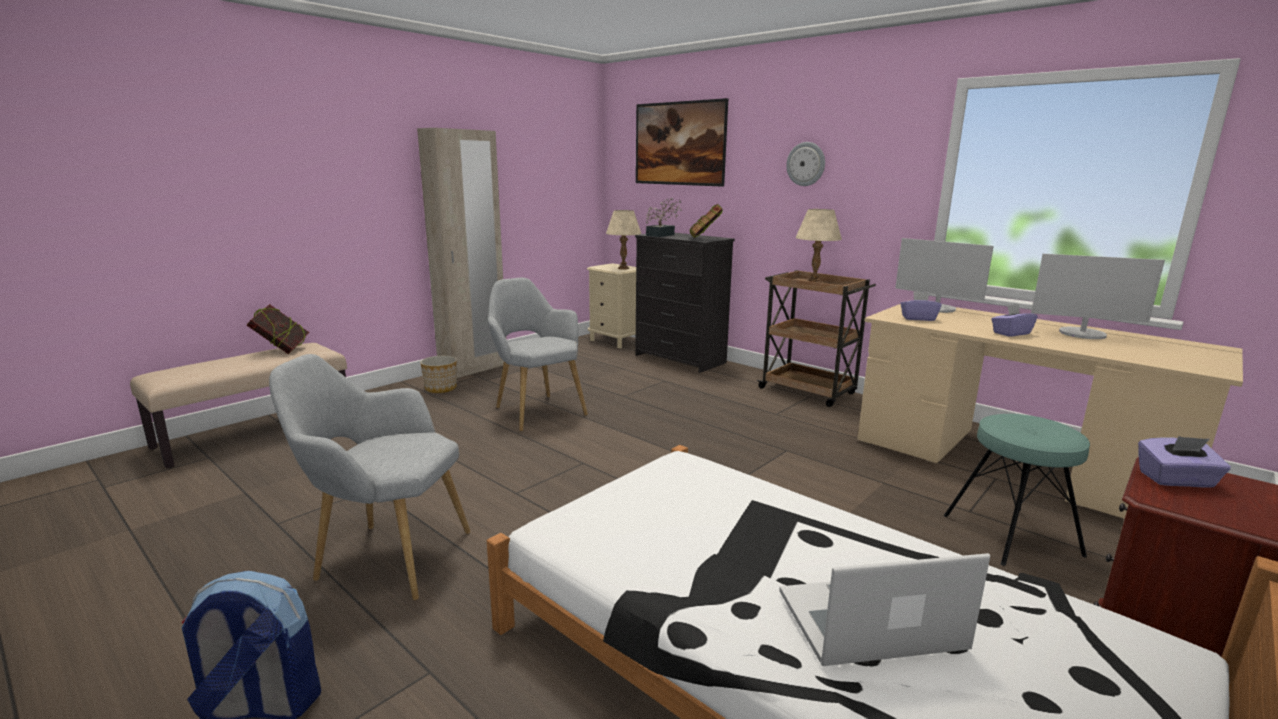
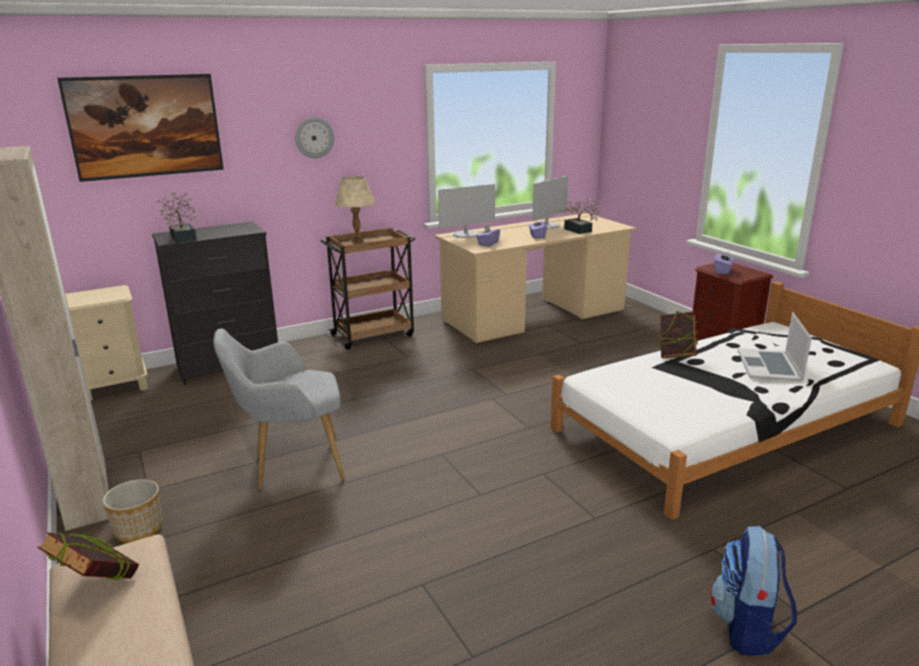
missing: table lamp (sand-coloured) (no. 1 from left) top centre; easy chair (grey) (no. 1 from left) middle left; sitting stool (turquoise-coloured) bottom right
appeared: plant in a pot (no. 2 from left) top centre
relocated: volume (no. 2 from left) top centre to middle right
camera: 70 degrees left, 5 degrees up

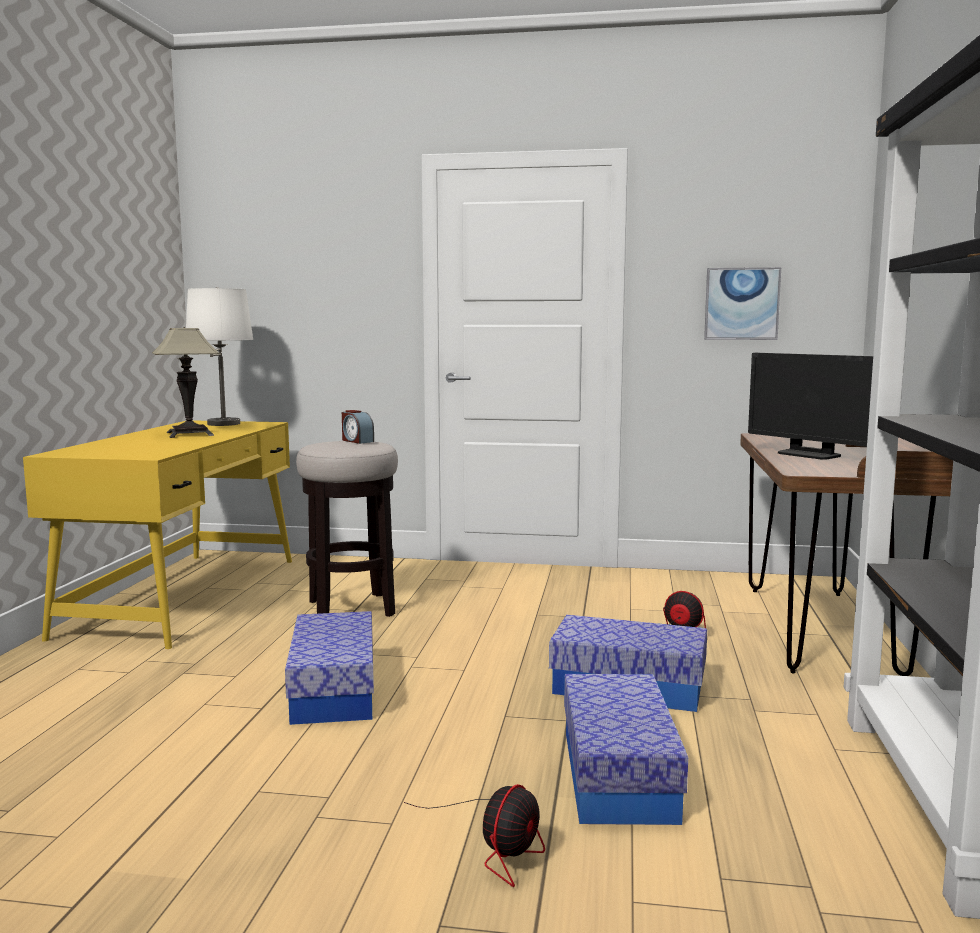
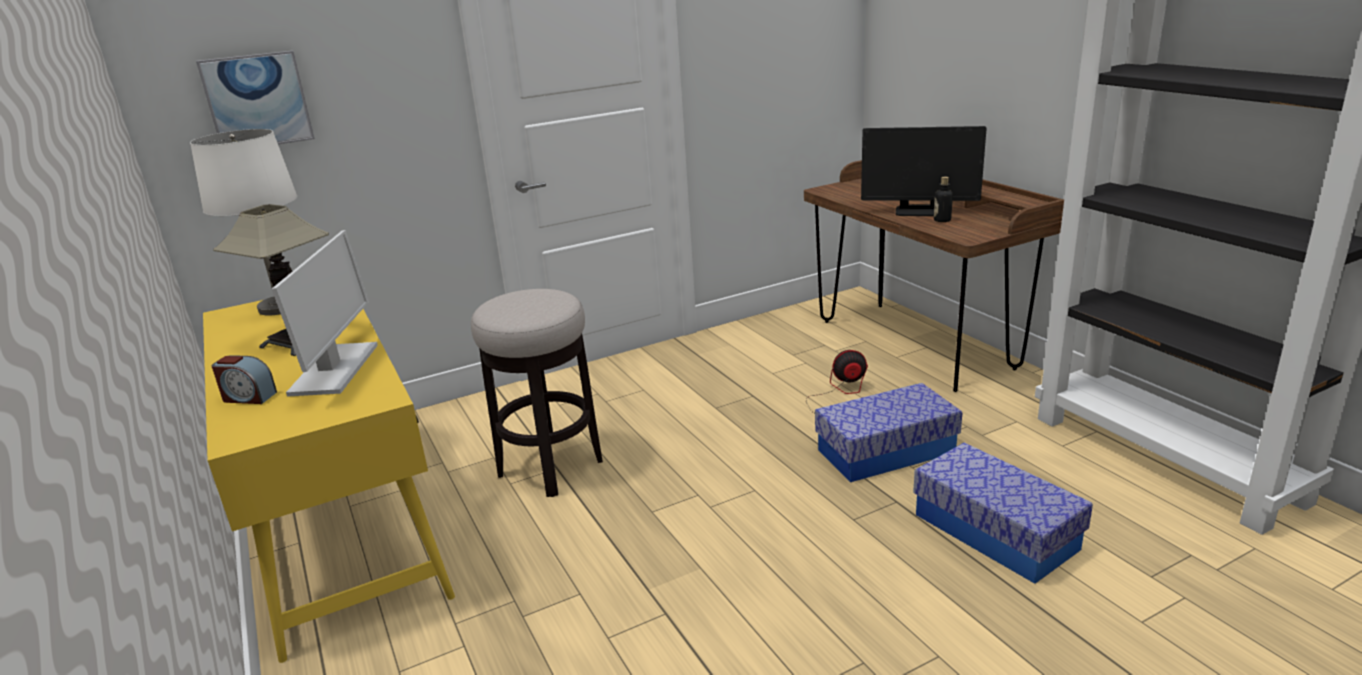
missing: storage box (no. 1 from left) bottom centre; fan (no. 1 from left) bottom centre
appeared: beverage bottle top right; computer screen (no. 1 from left) middle left
relocated: wall art top right to top left; alarm clock centre to middle left
camera: 35 degrees left, 15 degrees up

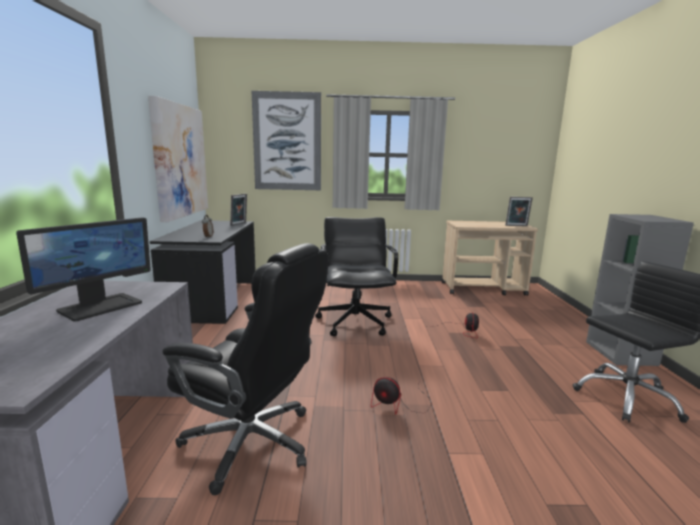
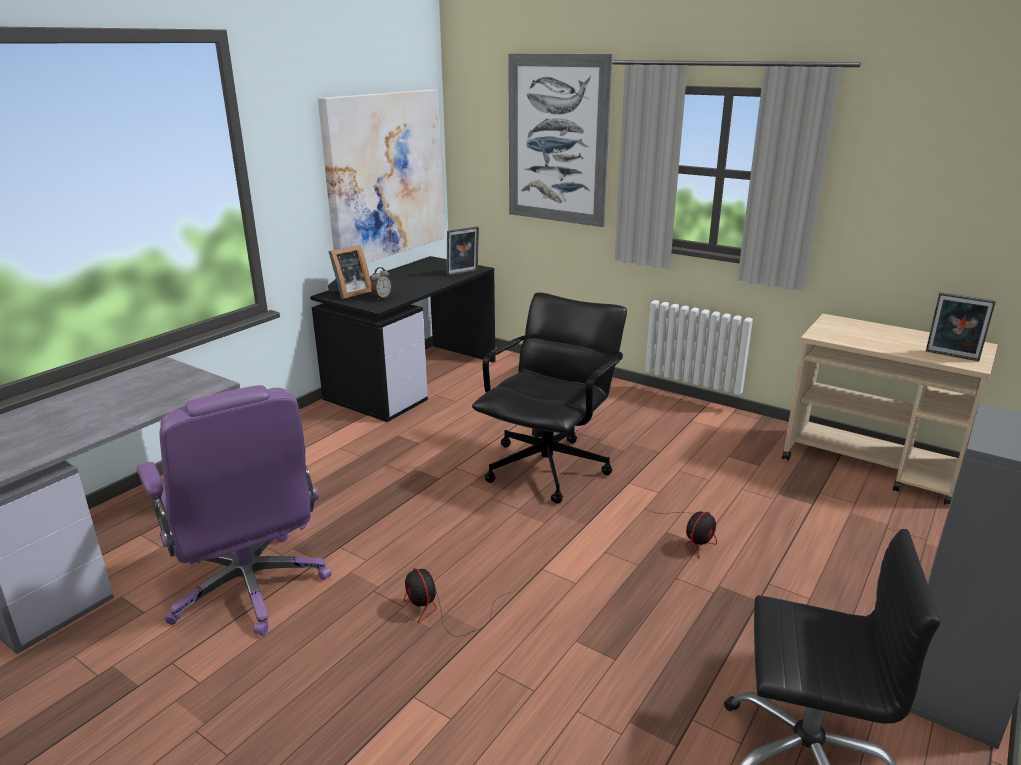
missing: computer screen middle left
appeared: photo frame (no. 1 from left) centre
colour: office chair (black-coloured) (no. 1 from left) bottom centre to office chair (purple-coloured) bottom left
camera: 35 degrees right, 10 degrees up

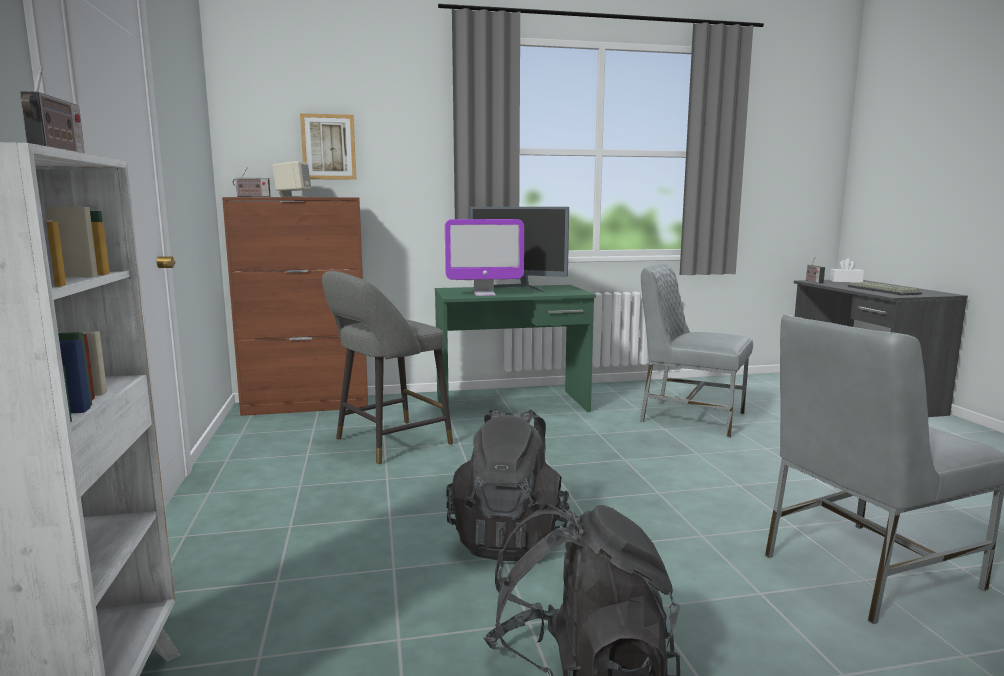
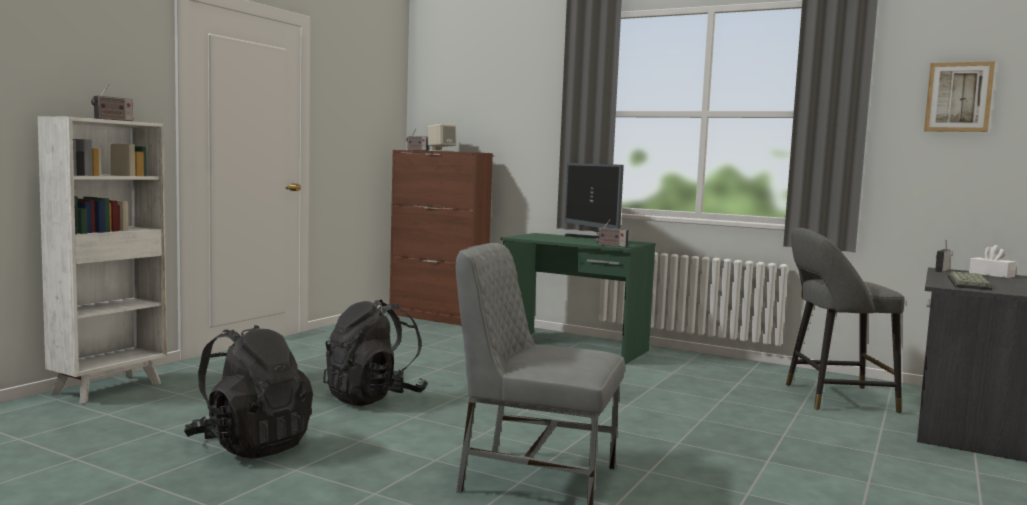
missing: computer screen (no. 1 from left) centre; upright chair (grey) (no. 1 from left) middle right
appeared: radio set (no. 3 from left) centre
relocated: wall art top left to top right; sitting stool (grey) centre to middle right
camera: 40 degrees right, 5 degrees down

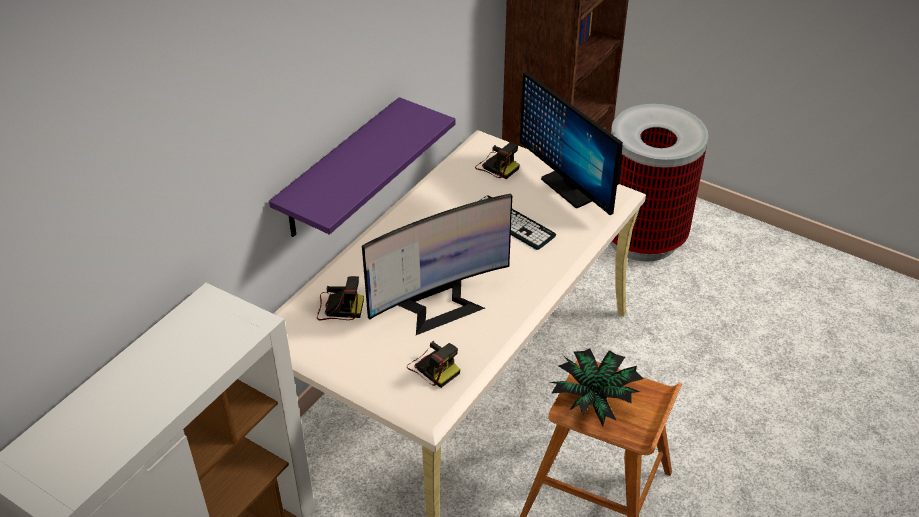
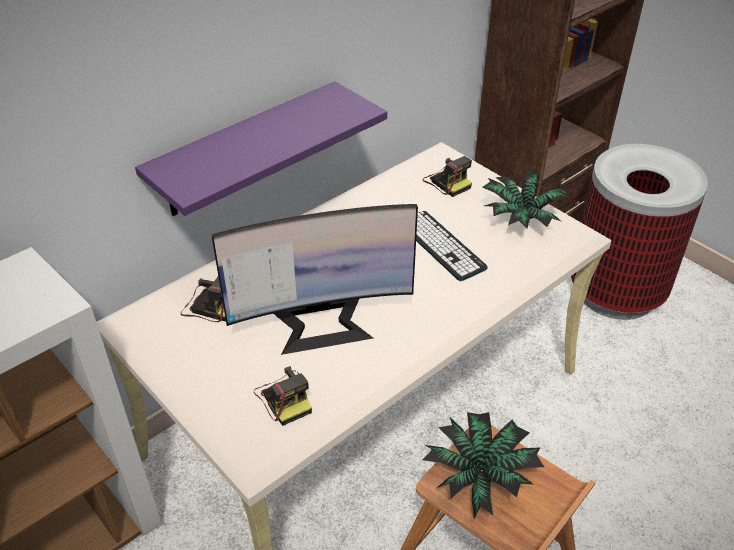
exchanged: computer screen (no. 2 from left) top centre to plant in a pot (no. 2 from left) middle right
camera: 15 degrees right, 0 degrees up

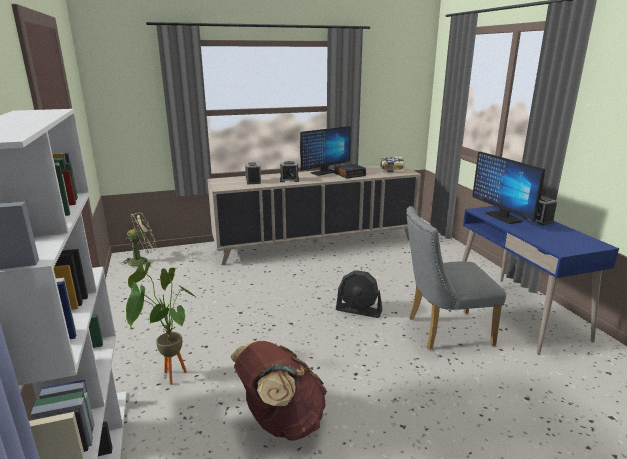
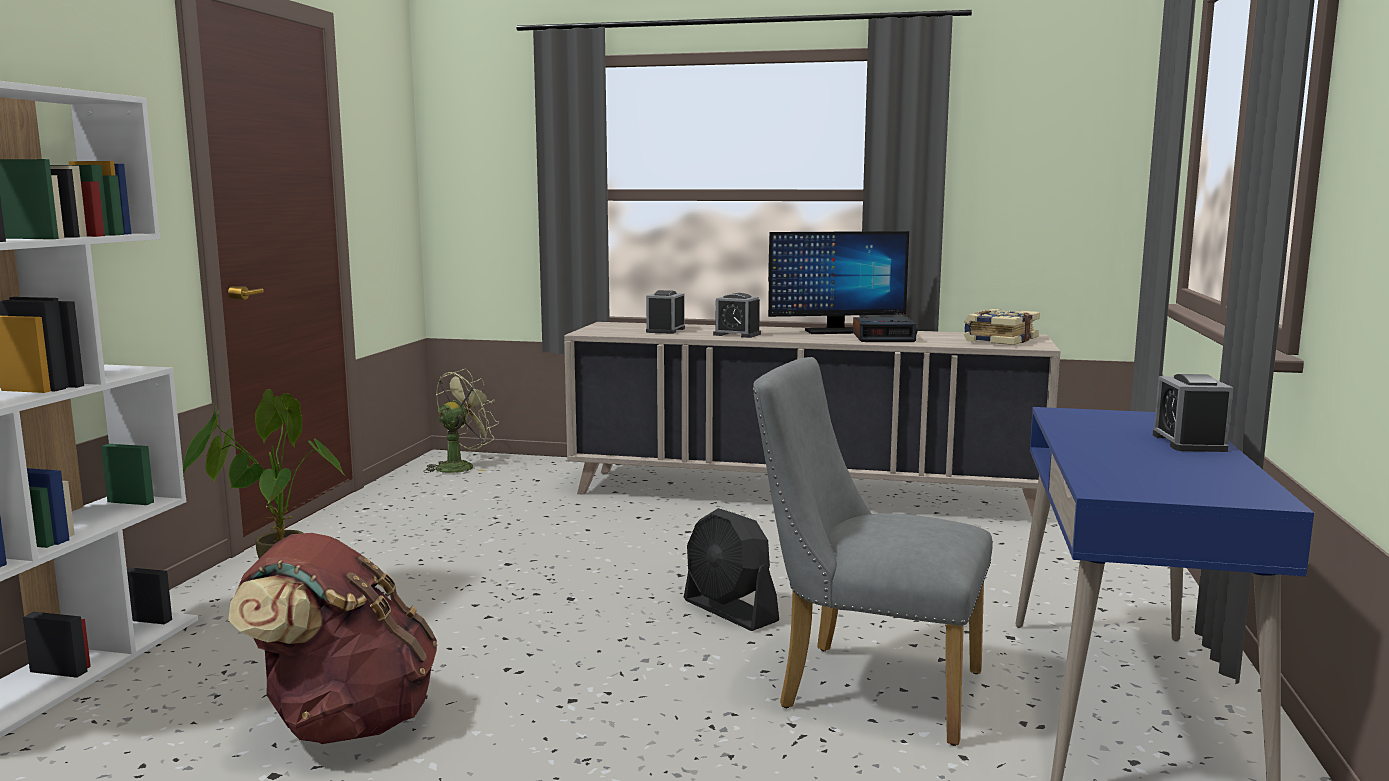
missing: computer screen (no. 2 from left) middle right
spun: fan (green) middle left = middle left 45 degrees counterclockwise
camera: 30 degrees right, 10 degrees down

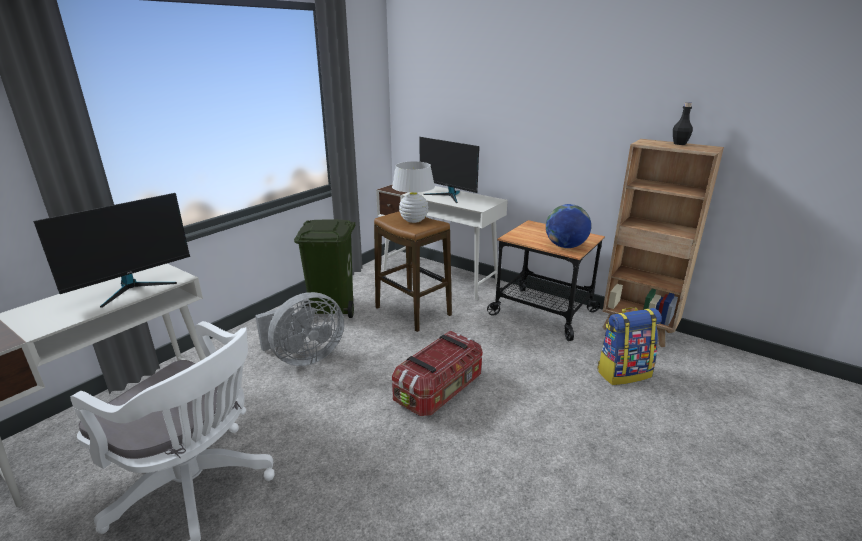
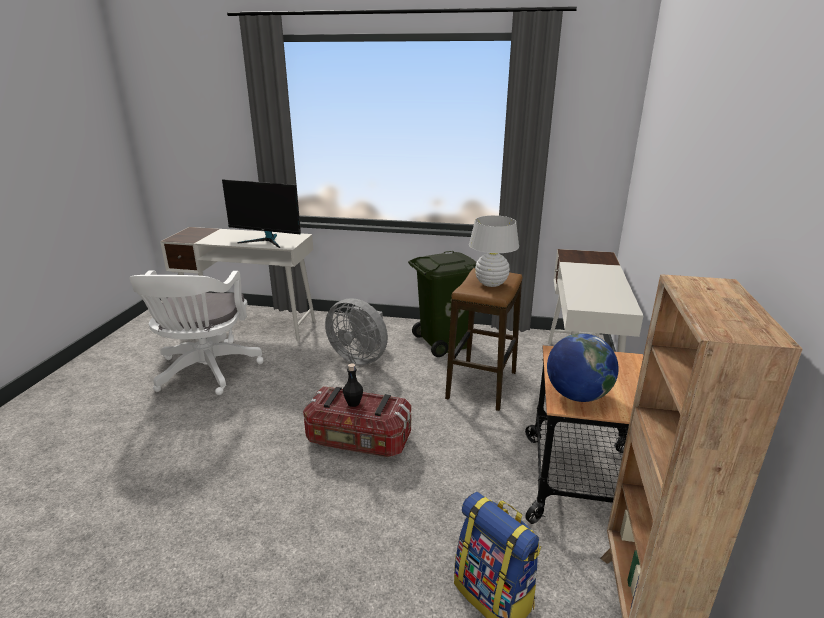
missing: computer screen (no. 2 from left) top centre
relocated: beverage bottle (black-coloured) top right to centre
camera: 65 degrees right, 0 degrees up

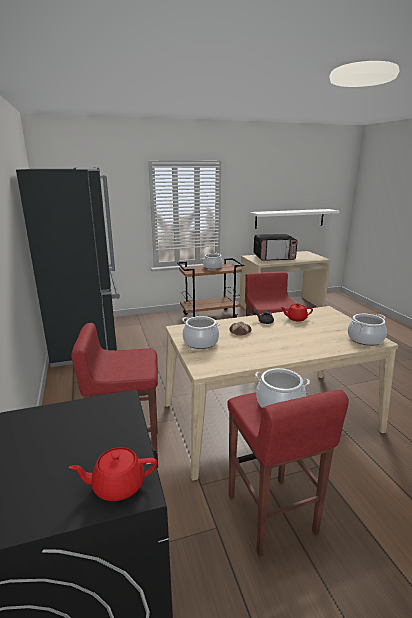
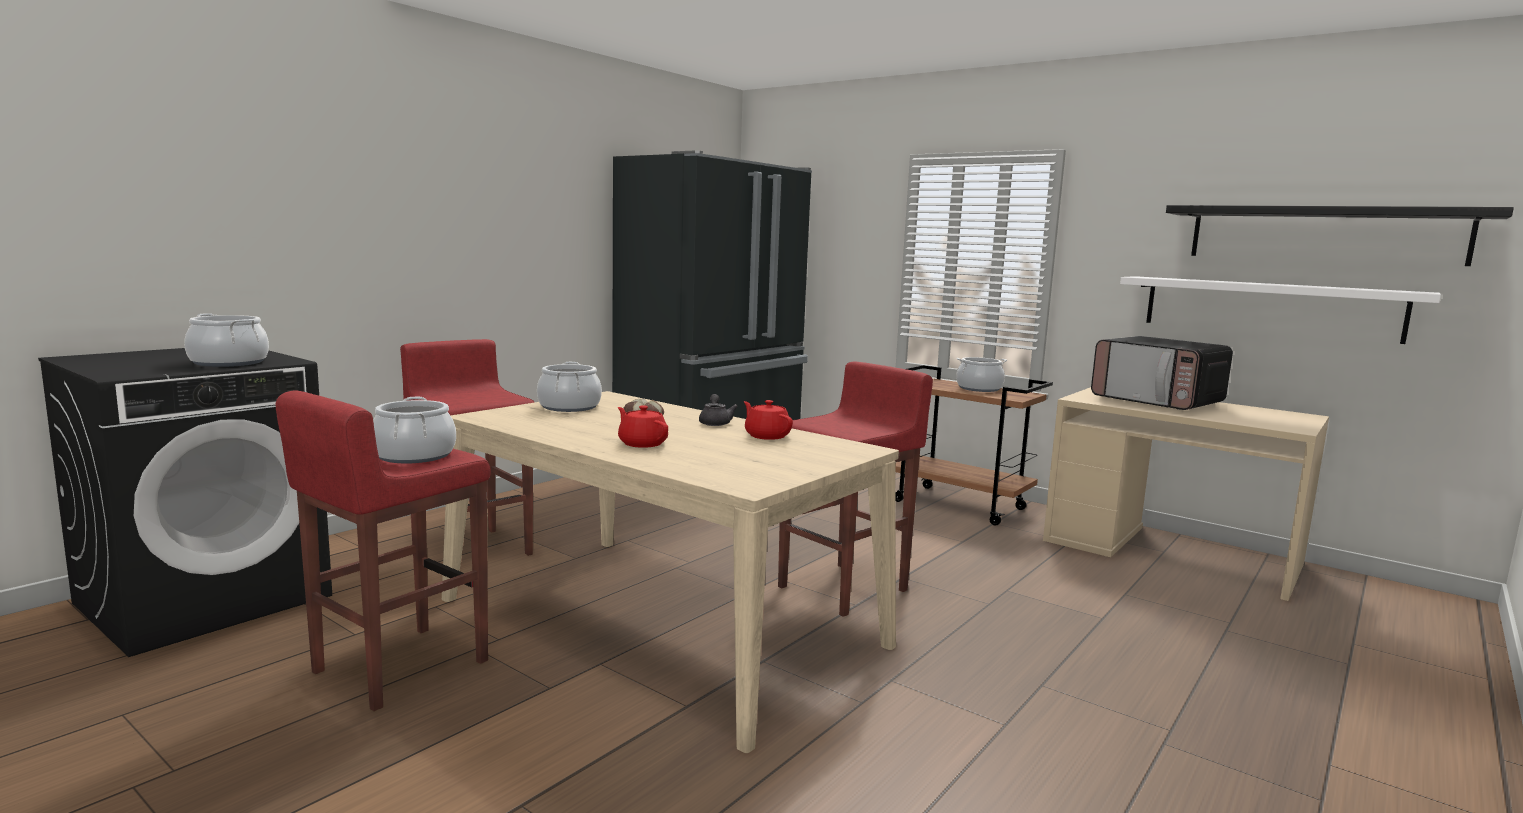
appeared: wall shelf (black-coloured) top right
relocated: cooking pot (no. 4 from left in the first image) middle right to cooking pot (no. 1 from left) middle left; tea pot (red) (no. 1 from left) bottom left to centre
camera: 55 degrees right, 10 degrees down

